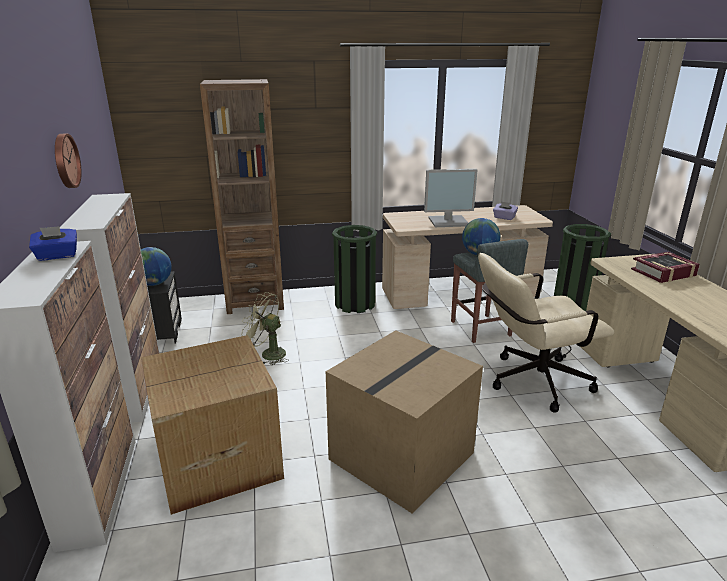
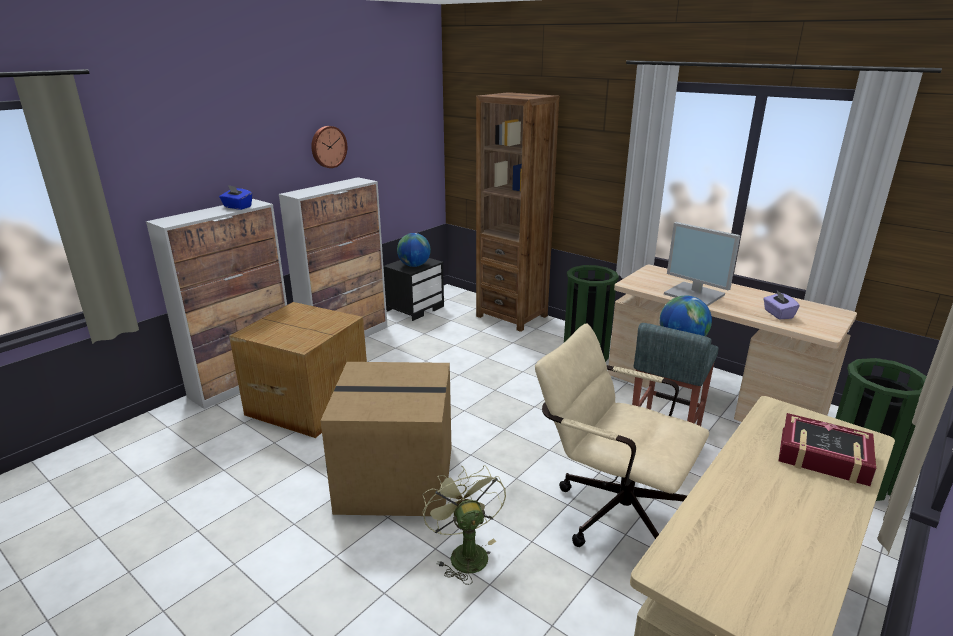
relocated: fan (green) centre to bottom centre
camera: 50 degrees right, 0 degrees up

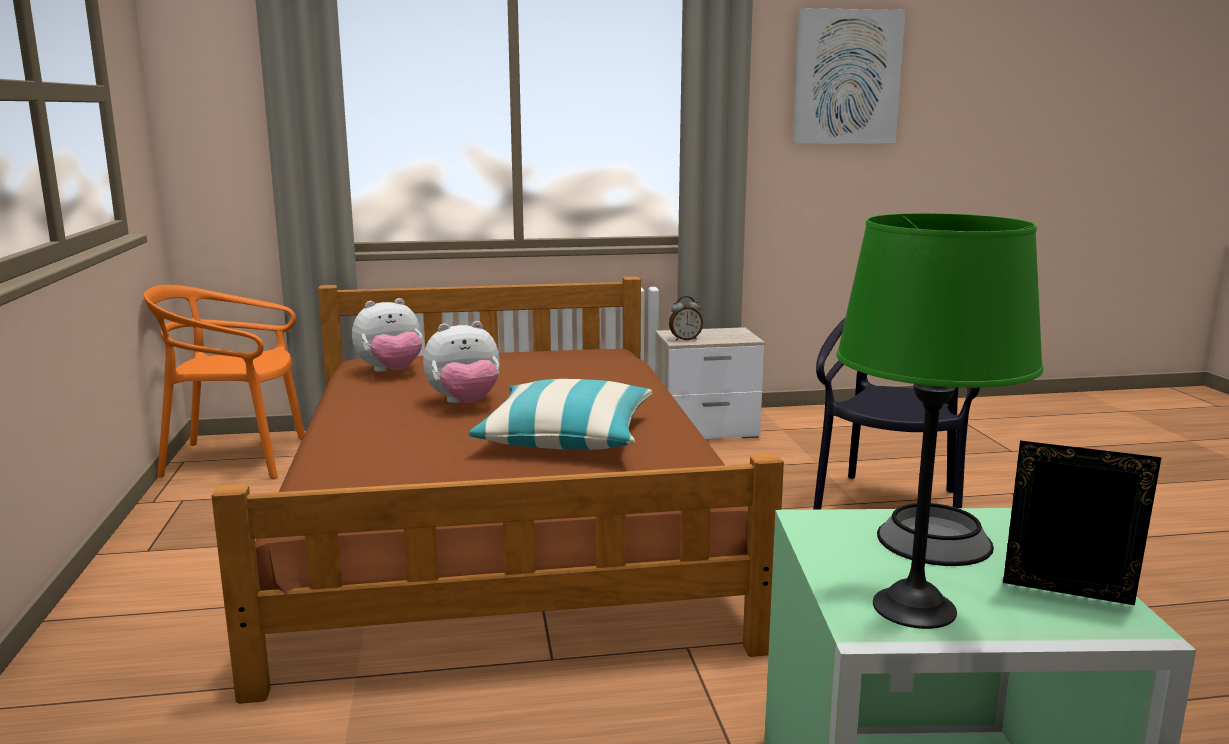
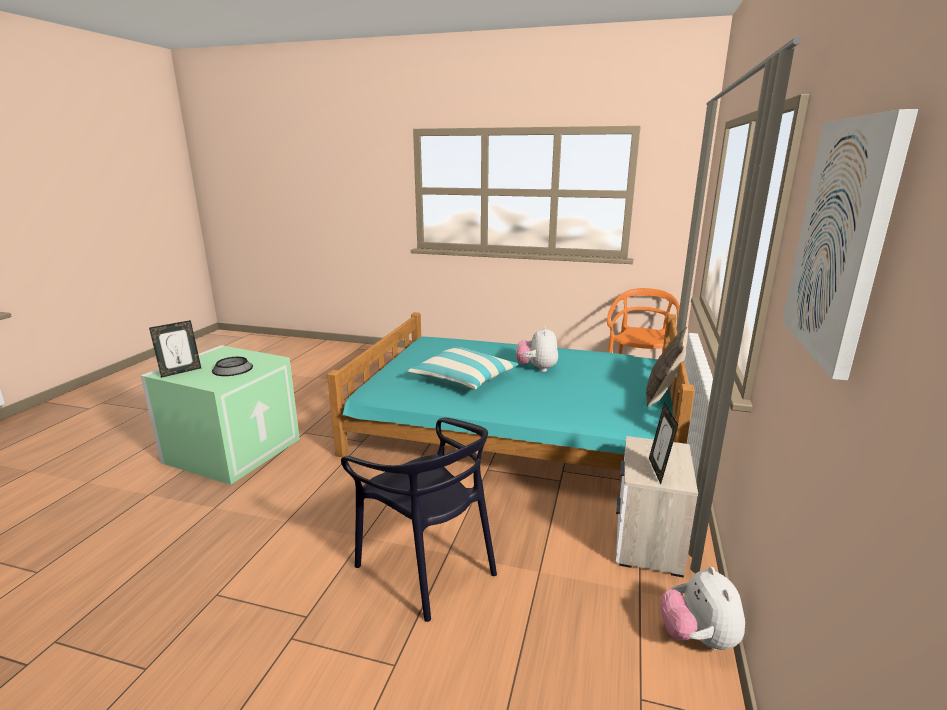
missing: table lamp (green) middle right; alarm clock centre
appeared: pillow (no. 2 from left) middle right; photo frame (no. 2 from left) middle right
relocated: plush toy (no. 1 from left in the first image) middle left to plush toy (no. 2 from left) bottom right
colour: bedroom bed (brown) centre to bedroom bed (turquoise-coloured) centre
camera: 115 degrees right, 5 degrees up

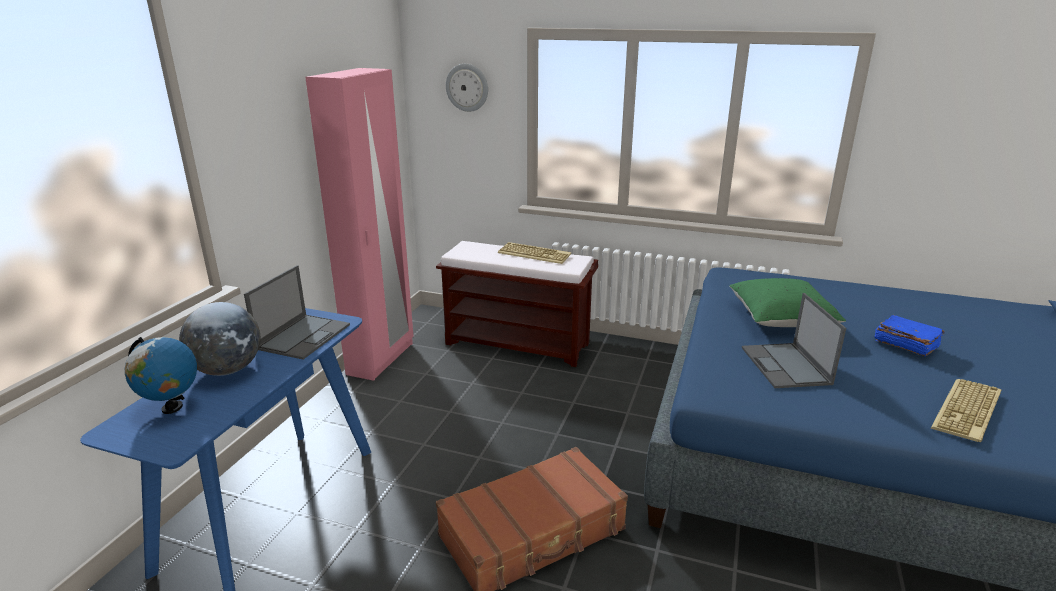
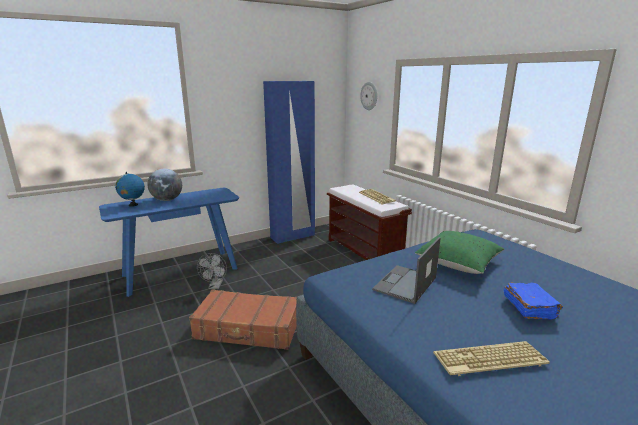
missing: notebook computer (no. 1 from left) middle left
appeared: fan (grey) middle left
colour: clothes cupboard (pink) centre to clothes cupboard (blue) centre
camera: 40 degrees right, 5 degrees down

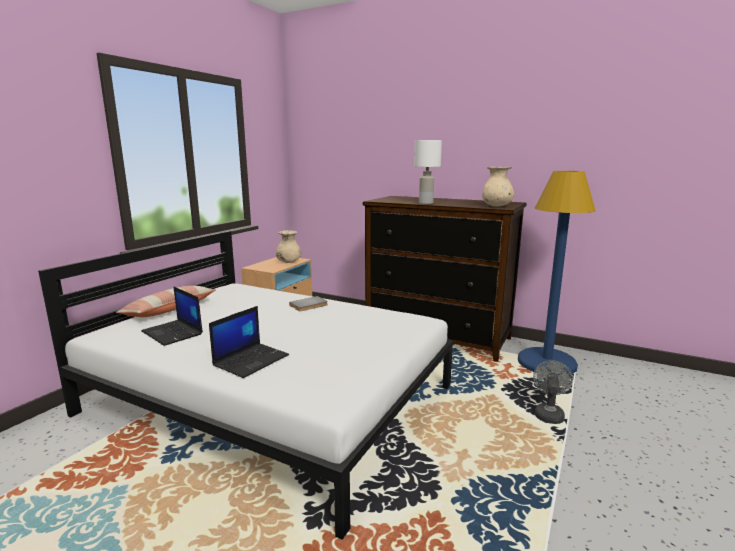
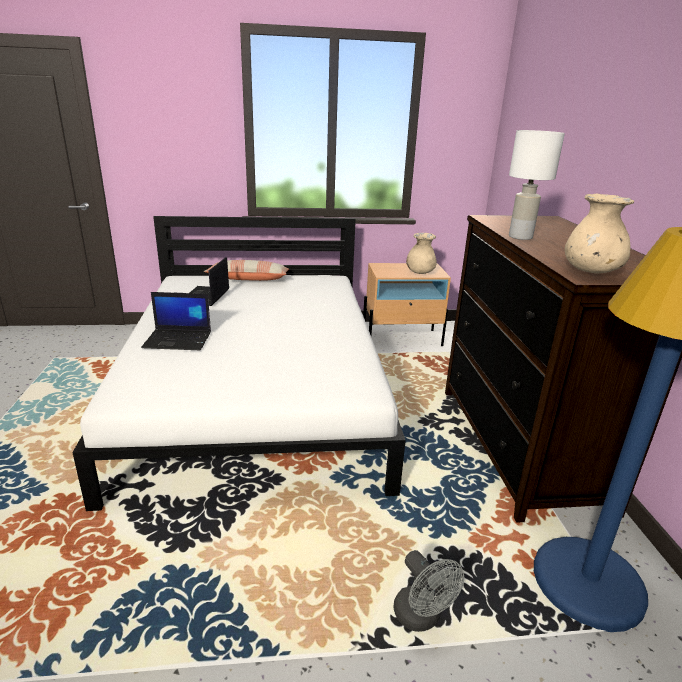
missing: volume (grey) centre
spun: fan (grey) bottom right = bottom centre 75 degrees clockwise
camera: 55 degrees right, 10 degrees up

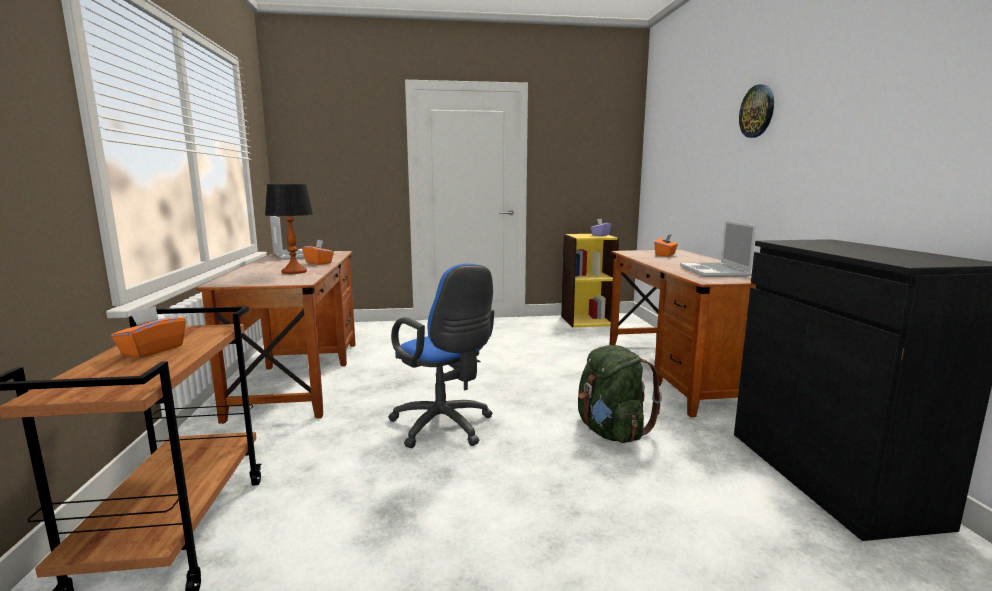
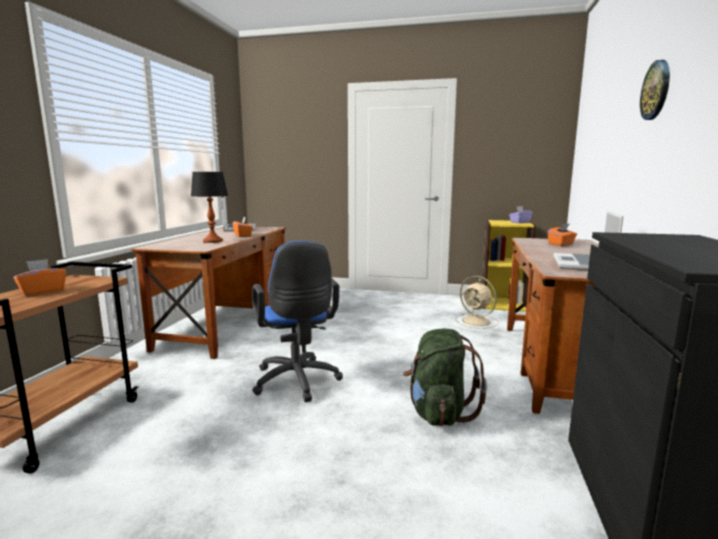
appeared: fan (sand-coloured) centre
camera: 20 degrees right, 0 degrees up

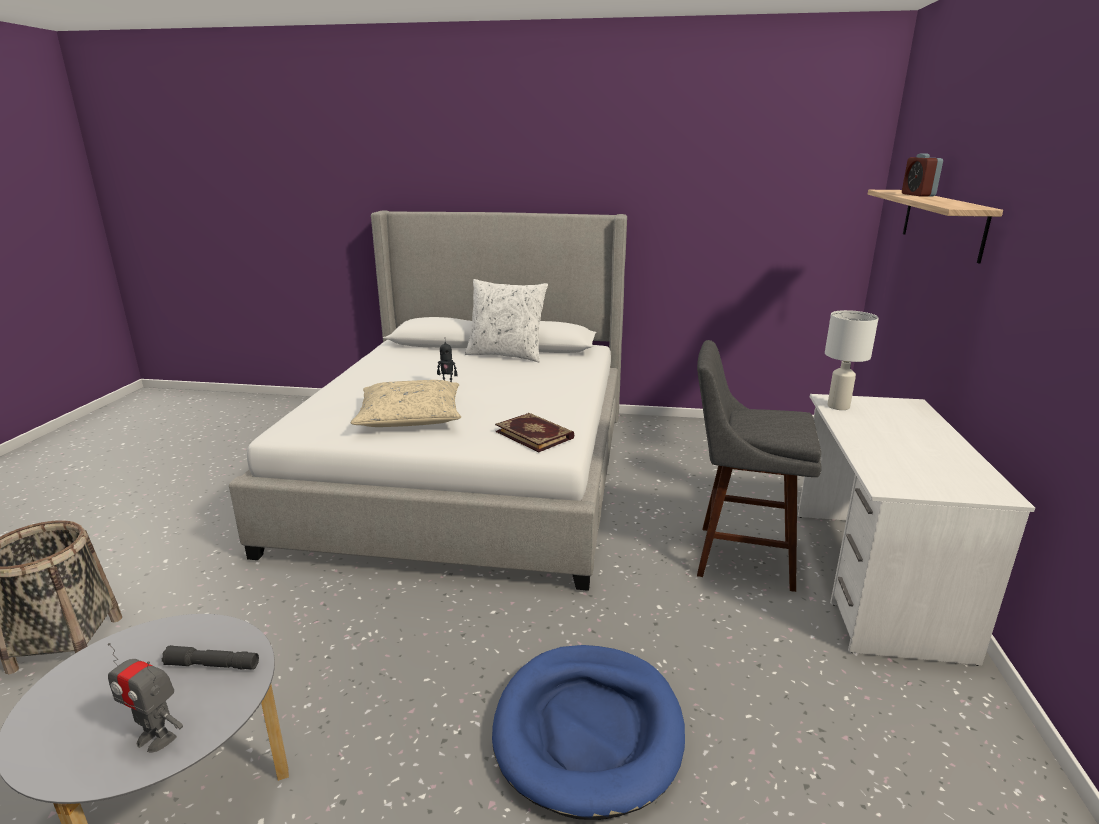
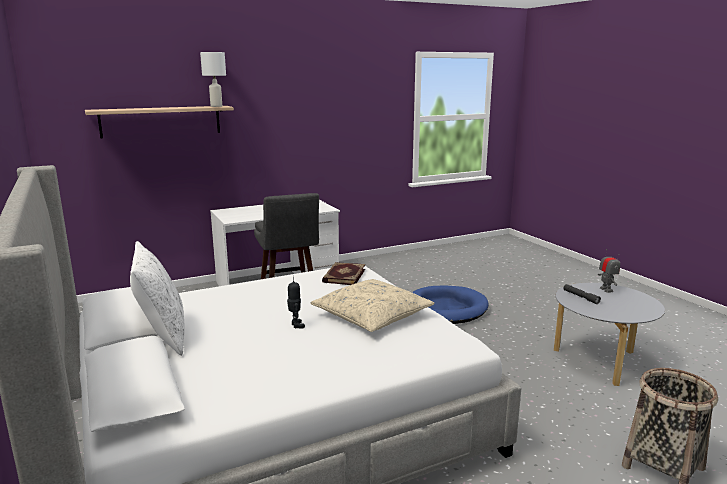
missing: alarm clock top right
relocated: table lamp (whitish) middle right to top left
camera: 125 degrees left, 5 degrees down

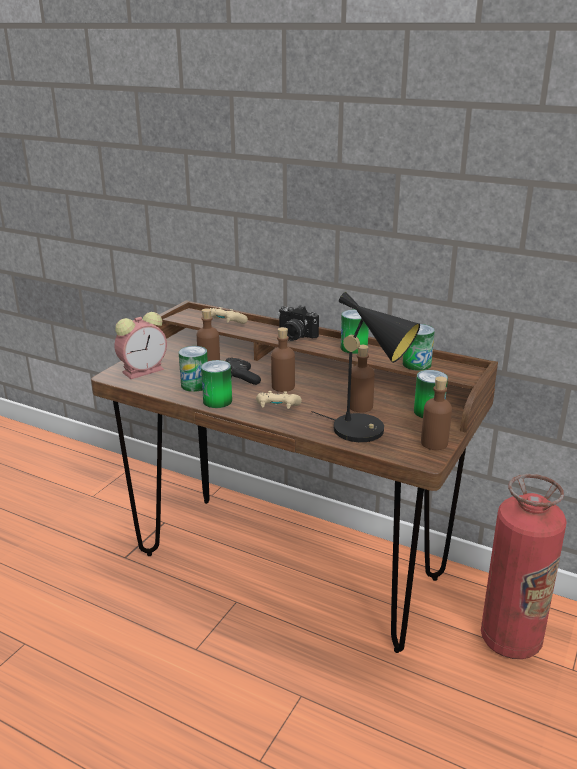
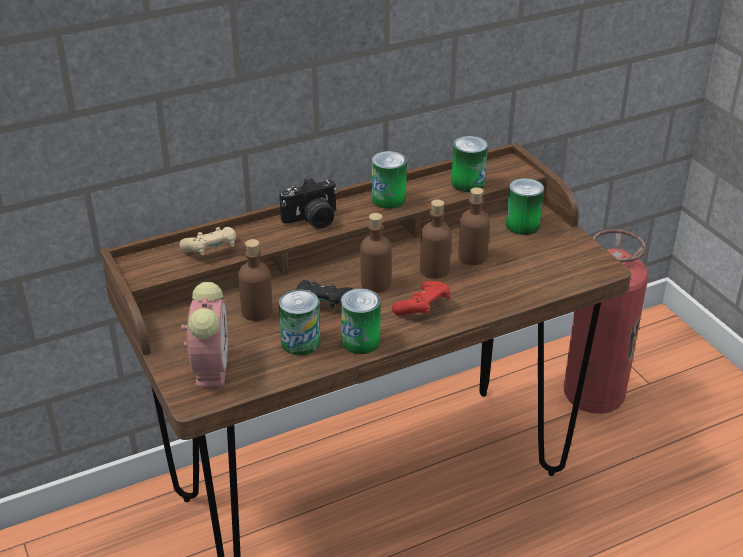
missing: table lamp (black-coloured) centre
relocated: beverage bottle (brown) (no. 4 from left in the first image) middle right to beverage bottle (brown) (no. 3 from left) centre
colour: game controller (sand-coloured) (no. 2 from left) centre to game controller (red) centre
camera: 55 degrees left, 10 degrees up

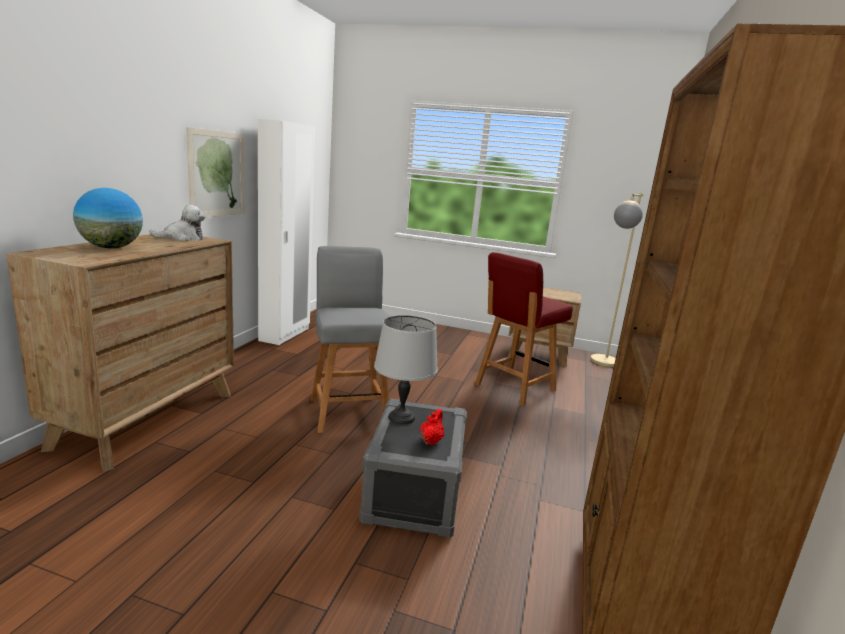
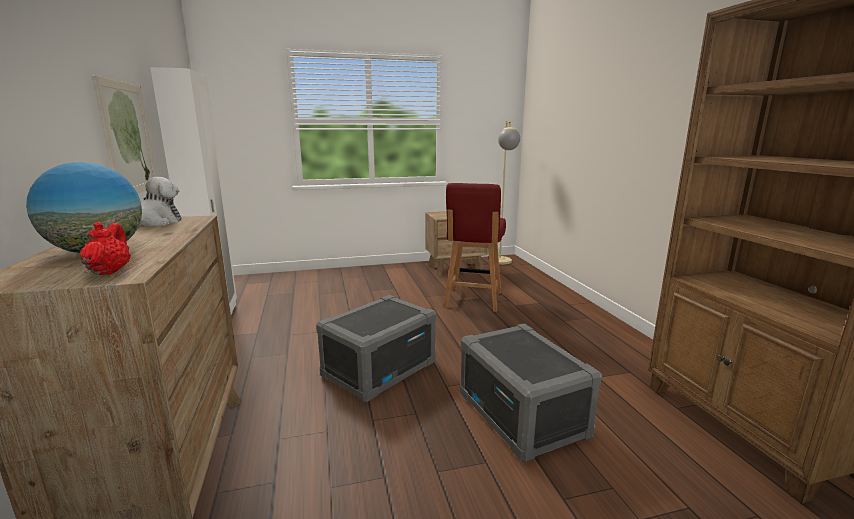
missing: table lamp (grey) centre
relocated: tea pot (red) bottom centre to middle left
exchanged: upright chair (grey) centre to storage box (grey) (no. 1 from left) bottom centre
camera: 30 degrees left, 0 degrees up

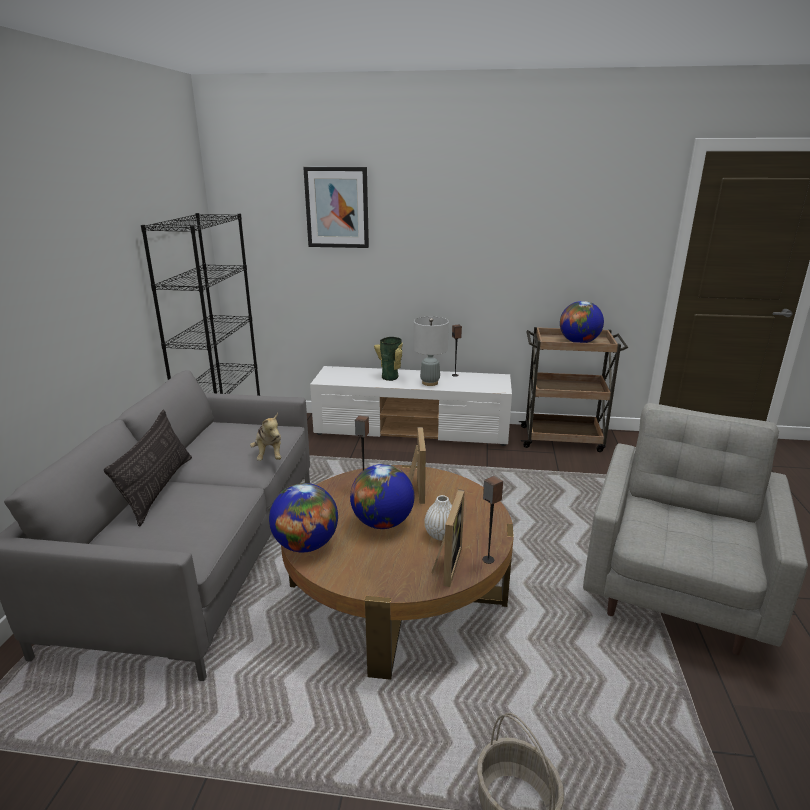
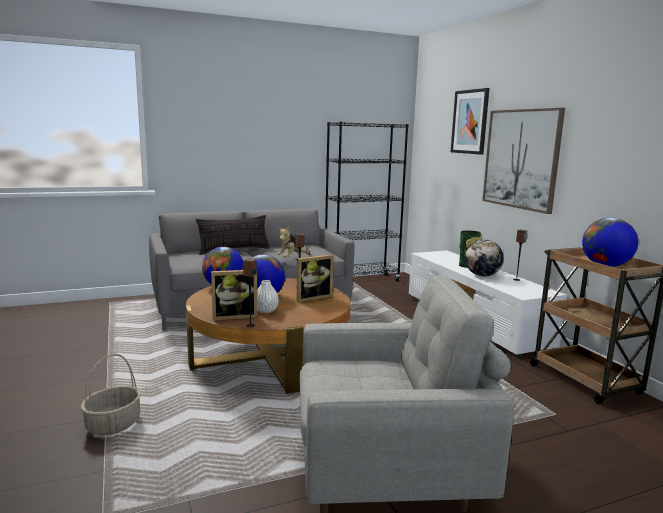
appeared: wall art (no. 2 from left) top right
exchanged: table lamp (grey) centre to desk globe (no. 3 from left) middle right
camera: 60 degrees right, 10 degrees down

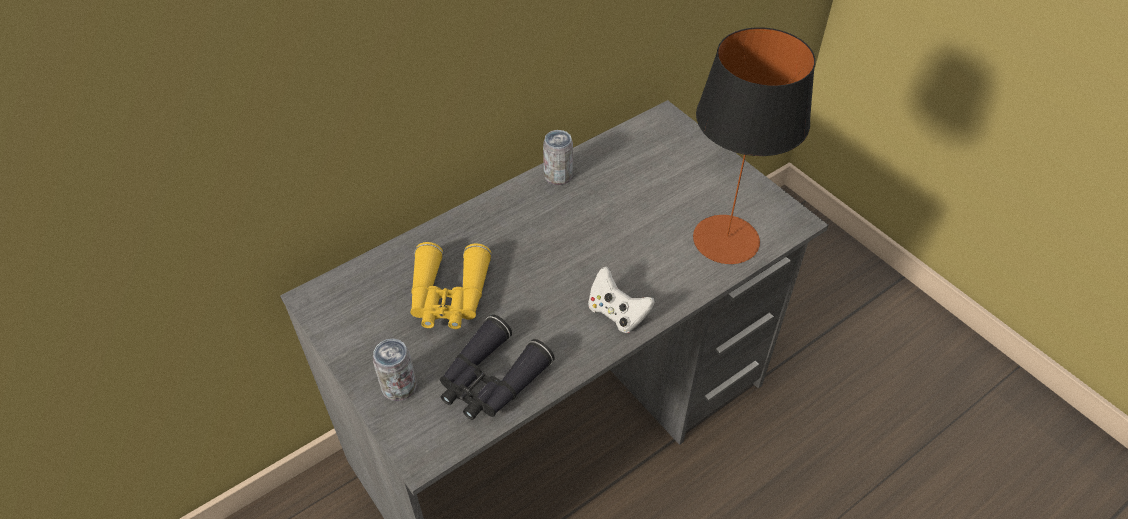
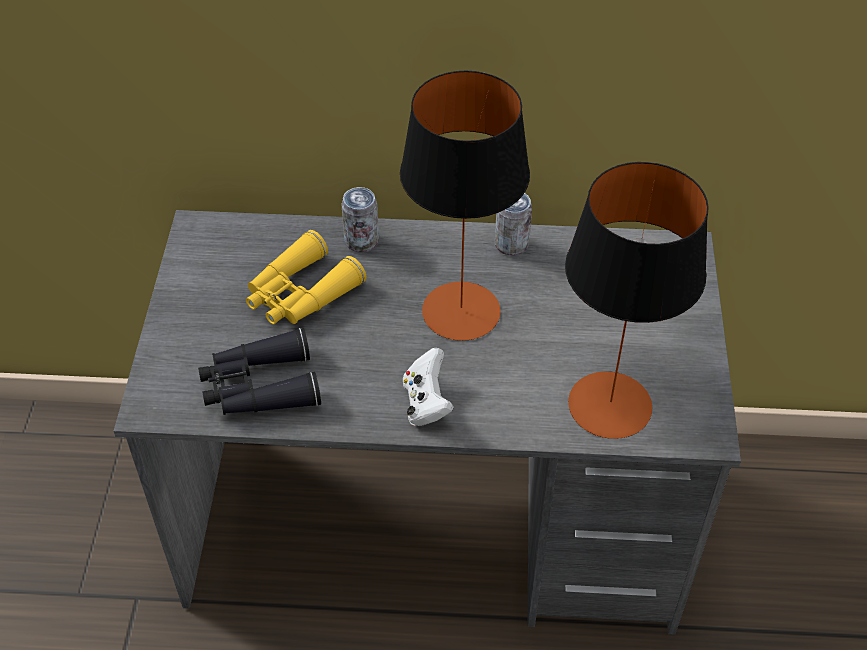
appeared: table lamp (no. 1 from left) top centre
relocated: metal can (no. 1 from left) bottom centre to centre
camera: 40 degrees right, 0 degrees up

